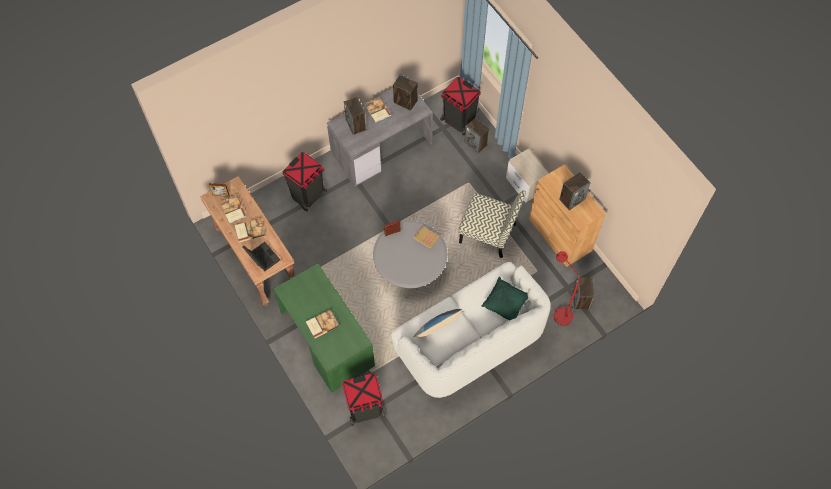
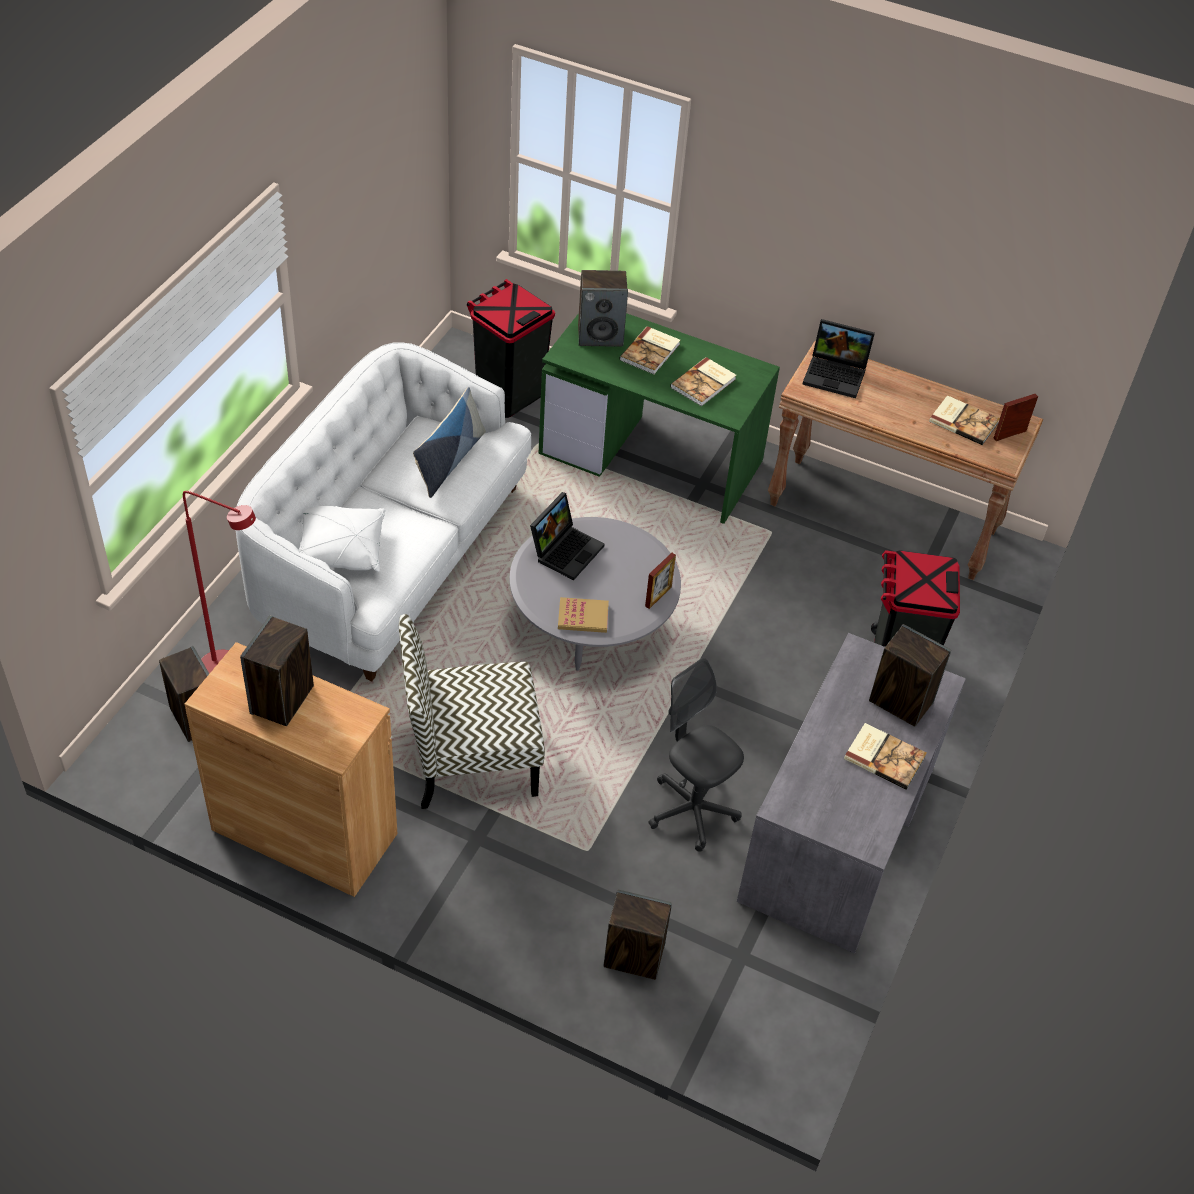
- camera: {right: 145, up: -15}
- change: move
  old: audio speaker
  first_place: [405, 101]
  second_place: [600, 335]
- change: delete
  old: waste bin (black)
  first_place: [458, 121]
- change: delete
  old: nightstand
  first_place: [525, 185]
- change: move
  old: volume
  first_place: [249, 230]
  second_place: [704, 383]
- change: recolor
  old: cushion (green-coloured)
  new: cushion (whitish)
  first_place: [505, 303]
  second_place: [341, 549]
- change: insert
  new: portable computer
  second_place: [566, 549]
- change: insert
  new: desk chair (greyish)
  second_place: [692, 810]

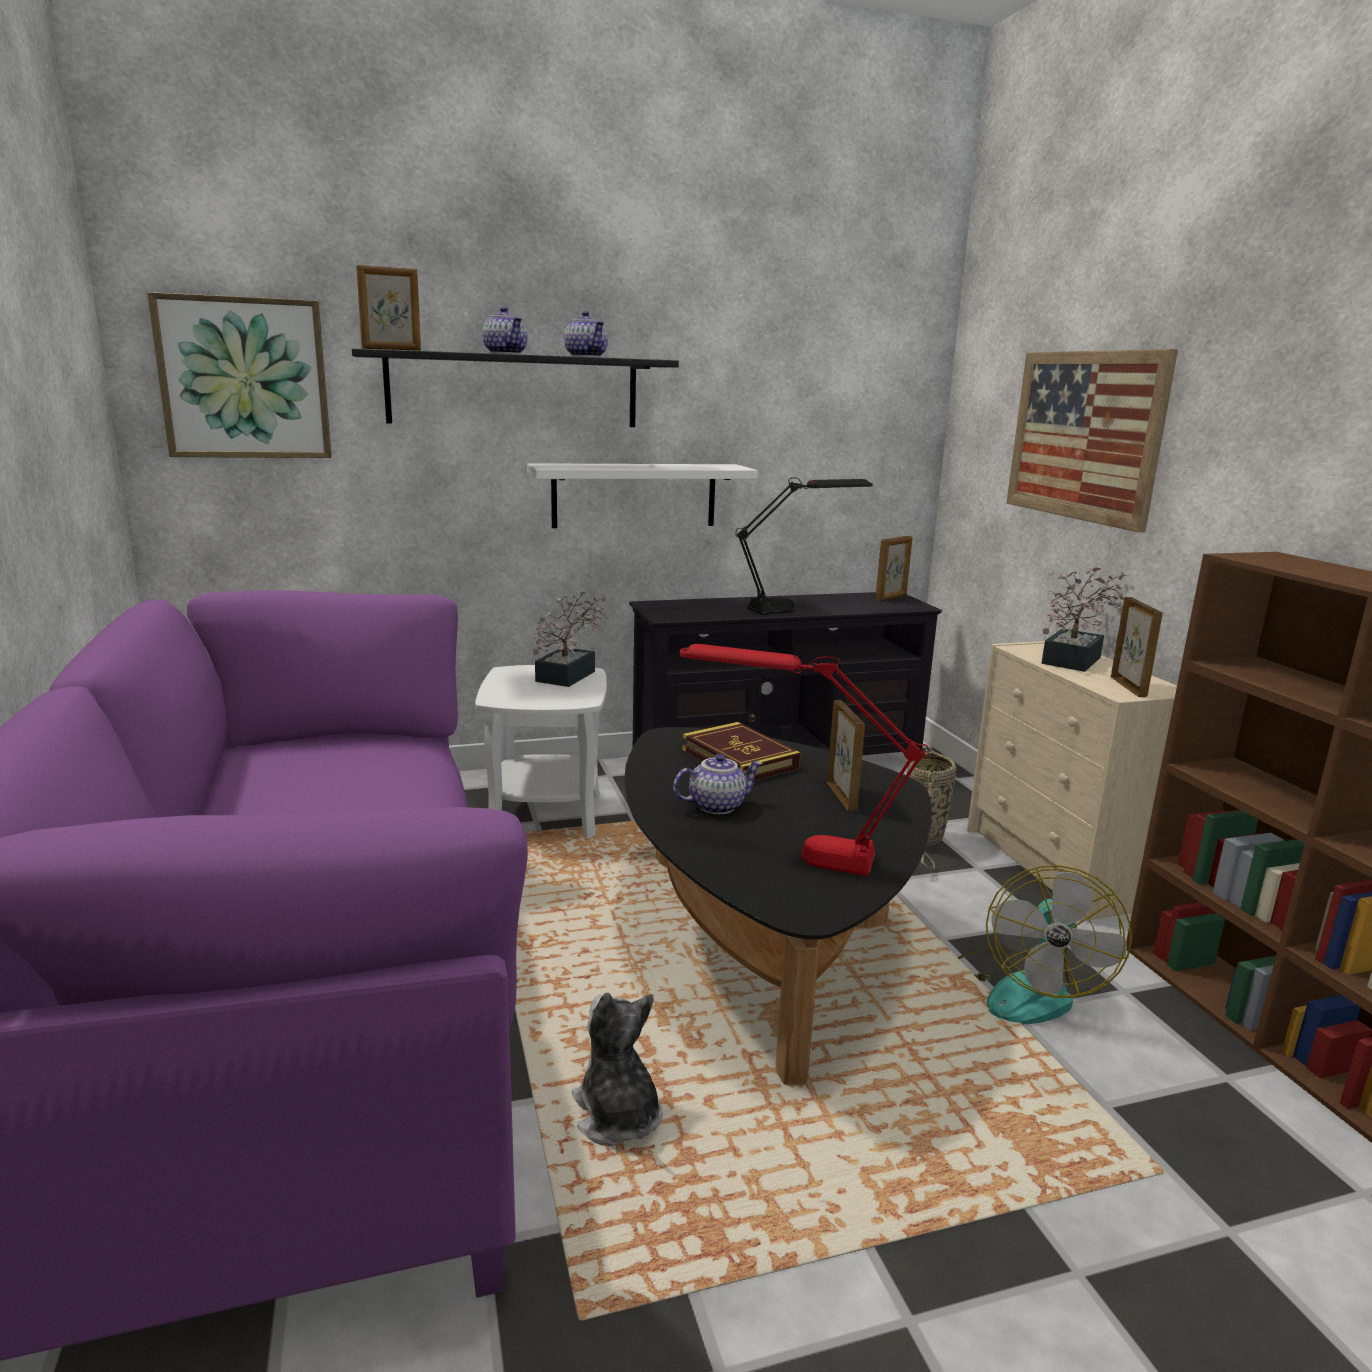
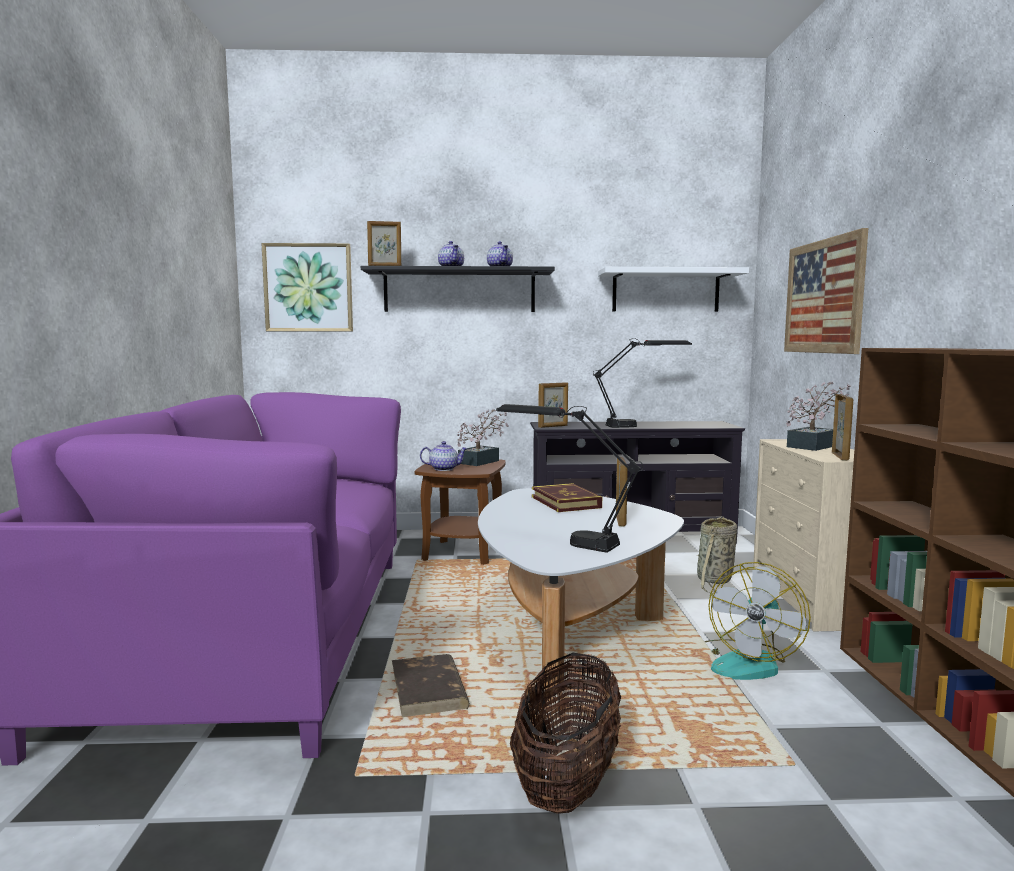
- camera: {right: 15, up: -10}
- change: move
  old: wall shelf (whitish)
  first_place: [634, 495]
  second_place: [665, 291]
- change: move
  old: picture frame
  first_place: [891, 598]
  second_place: [553, 426]
- change: recolor
  old: lamp for a table (reddish)
  new: lamp for a table (black)
  first_place: [790, 851]
  second_place: [564, 539]
- change: recolor
  old: accent table (whitish)
  new: accent table (brown)
  first_place: [545, 815]
  second_place: [462, 552]
- change: recolor
  old: lounge table (black)
  new: lounge table (whitish)
  first_place: [760, 943]
  second_place: [568, 622]
- change: move
  old: tea pot
  first_place: [717, 805]
  second_place: [444, 469]
- change: replace
  old: plush toy
  new: volume (brown)
  first_place: [617, 1115]
  second_place: [428, 691]
- change: insert
  new: basket
  second_place: [567, 781]

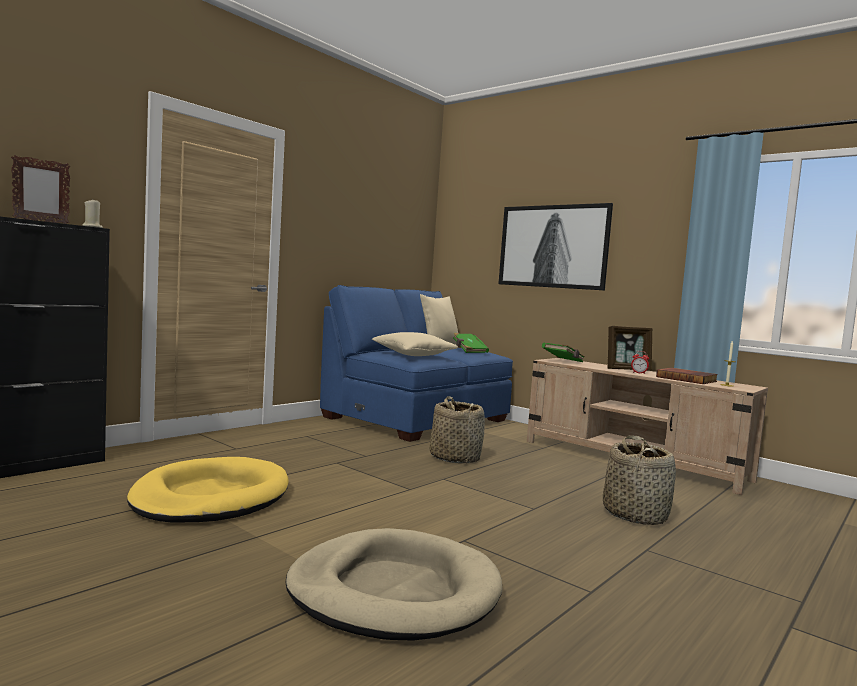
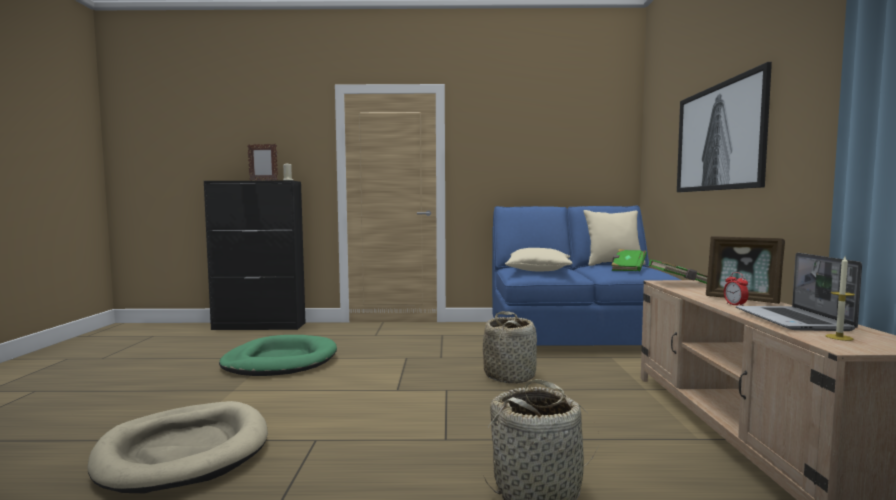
- camera: {right: 50, up: 0}
- change: replace
  old: volume
  new: portable computer
  first_place: [687, 379]
  second_place: [793, 320]
- change: recolor
  old: dog cushion (yellow)
  new: dog cushion (green-coloured)
  first_place: [211, 497]
  second_place: [280, 361]

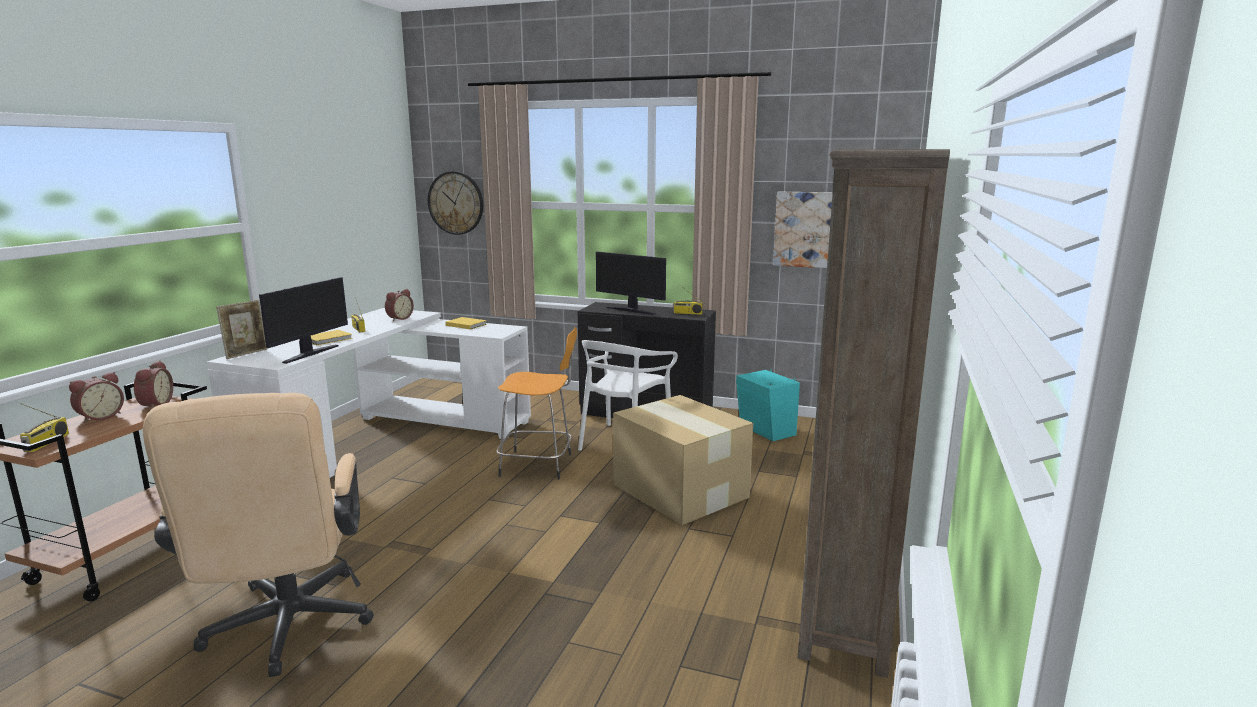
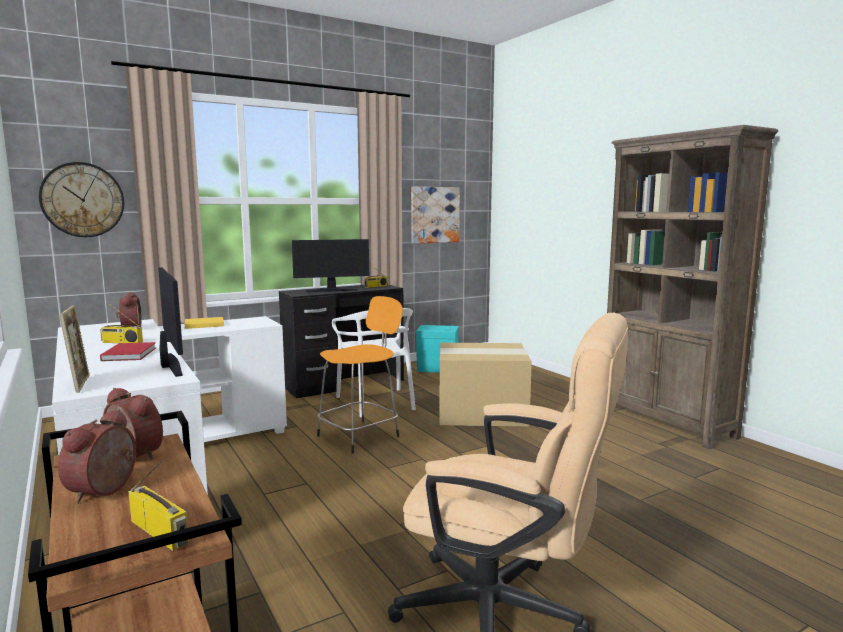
- camera: {right: -50, up: -5}
- change: recolor
  old: volume (yellow)
  new: volume (reddish)
  first_place: [329, 339]
  second_place: [131, 354]
- change: rotate
  old: alarm clock
  first_place: [100, 417]
  second_place: [106, 491]
  degrees: -150

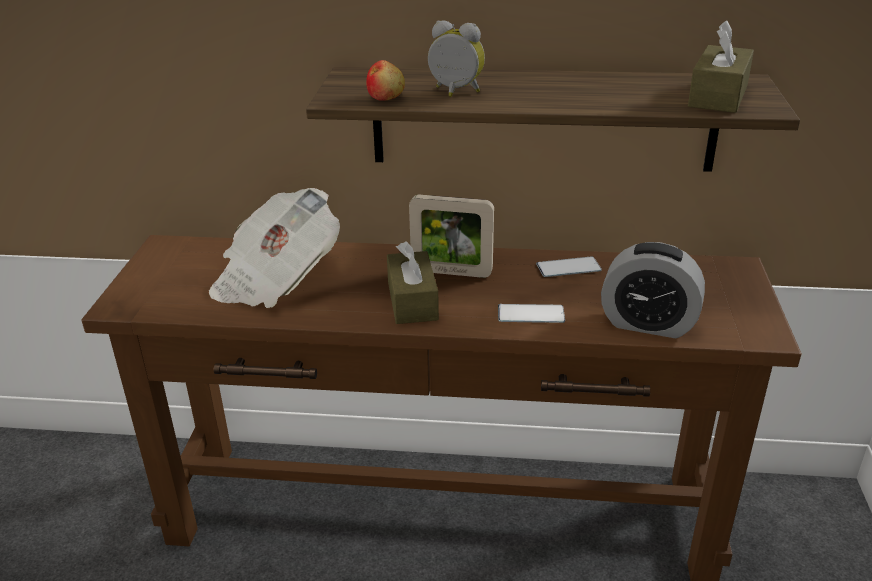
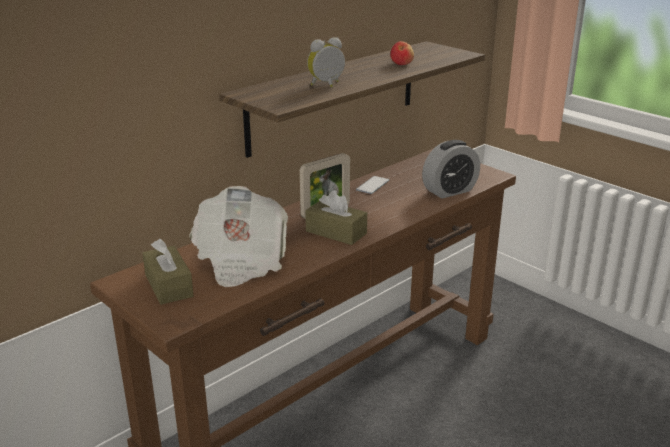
- camera: {right: -50, up: -5}
- change: move
  old: box of tissues (brown)
  first_place: [718, 96]
  second_place: [168, 285]
- change: move
  old: apple
  first_place: [386, 98]
  second_place: [402, 63]
- change: delete
  old: telephone
  first_place: [531, 314]

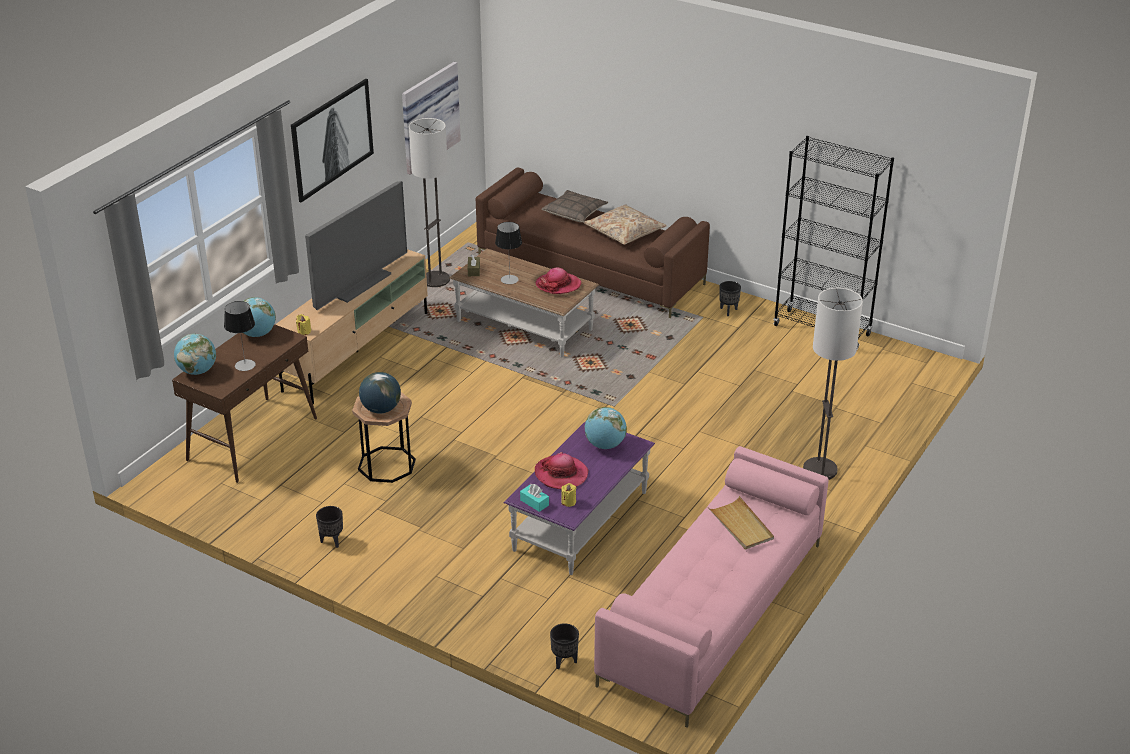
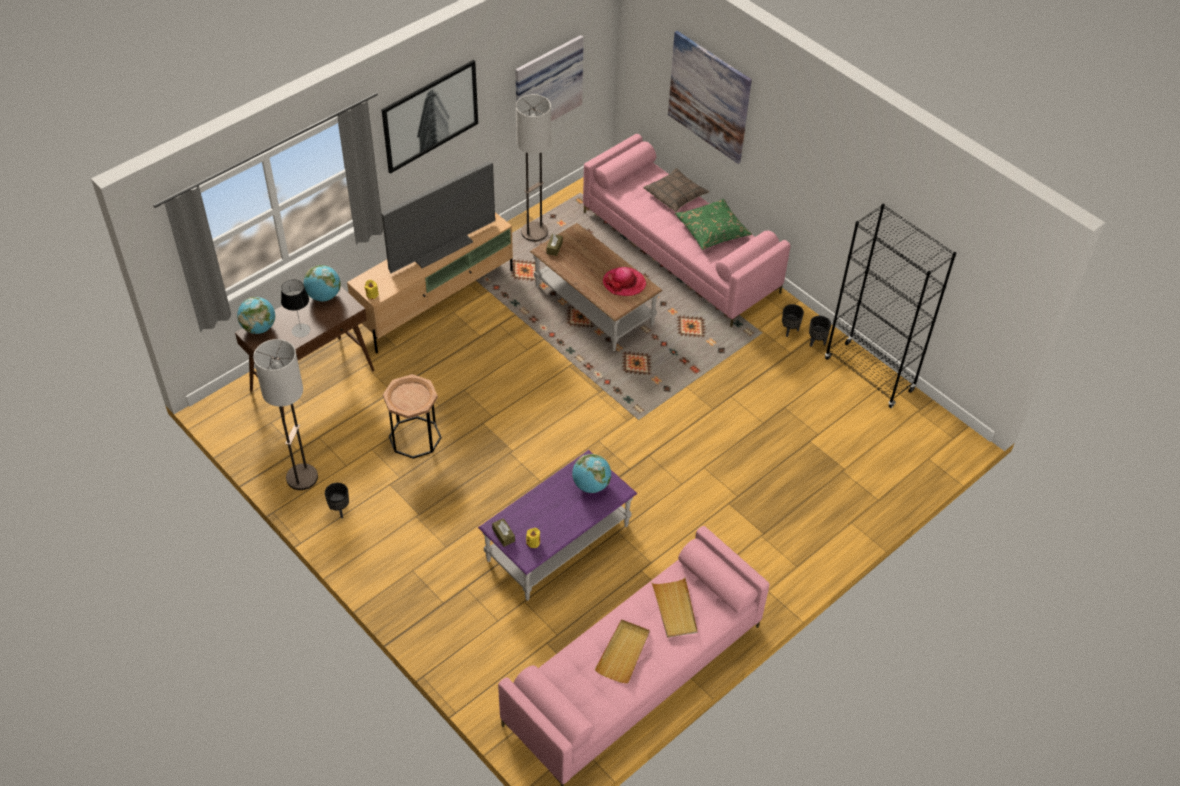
- camera: {right: 15, up: 15}
- change: recolor
  old: sofa (brown)
  new: sofa (pink-coloured)
  first_place: [591, 270]
  second_place: [681, 252]
- change: recolor
  old: cushion (beige)
  new: cushion (green-coloured)
  first_place: [624, 232]
  second_place: [712, 230]
- change: delete
  old: lamp for a table
  first_place: [509, 279]
- change: move
  old: standard lamp
  first_place: [820, 470]
  second_place: [302, 477]
- change: delete
  old: globe
  first_place: [381, 409]
- change: delete
  old: wearable hat
  first_place: [561, 474]
- change: recolor
  old: box of tissues (blue-green)
  new: box of tissues (brown)
  first_place: [534, 502]
  second_place: [503, 535]
- change: move
  old: flower pot (black)
  first_place: [564, 661]
  second_place: [816, 342]
- change: insert
  new: wall picture
  second_place: [709, 97]
- change: insert
  new: serving tray (beige)
  second_place: [623, 652]

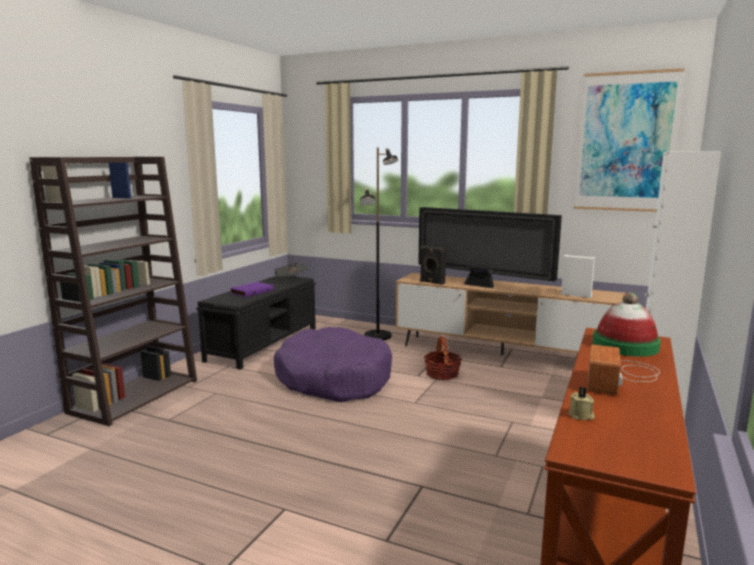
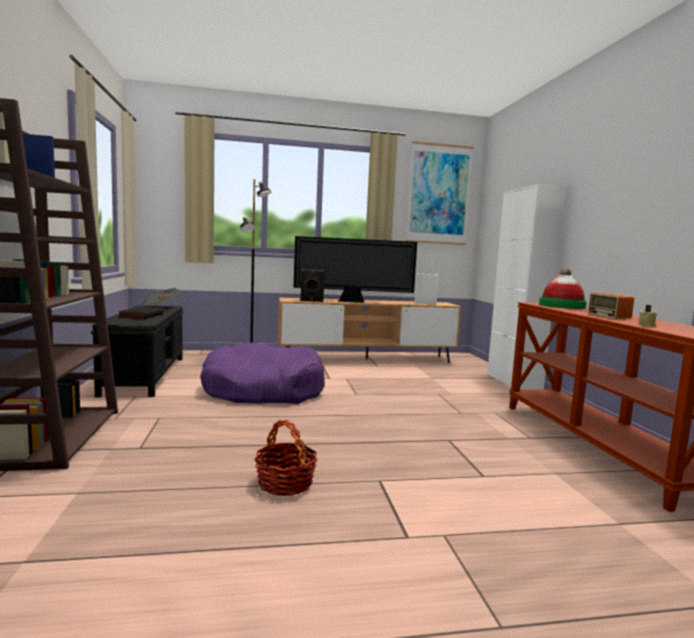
- camera: {right: -35, up: -5}
- change: recolor
  old: volume (purple-coloured)
  new: volume (black)
  first_place: [251, 291]
  second_place: [140, 315]
- change: move
  old: basket
  first_place: [442, 374]
  second_place: [285, 483]

